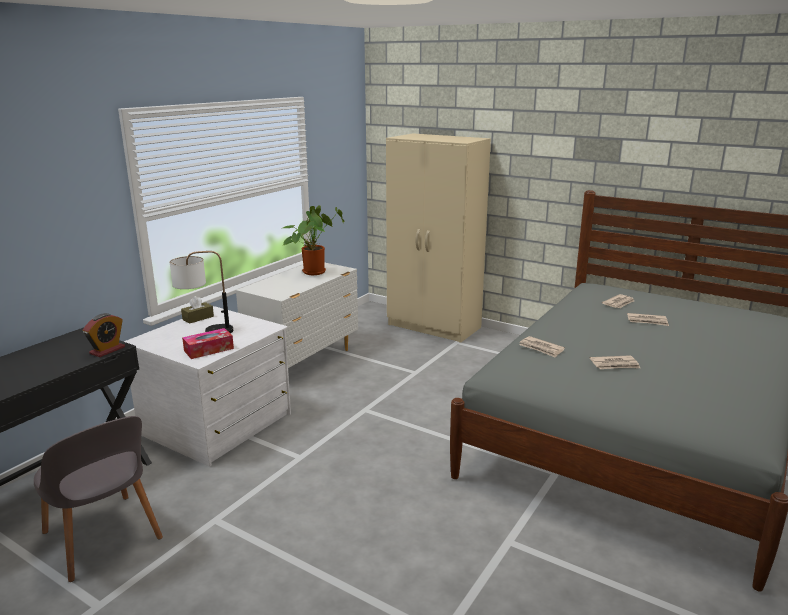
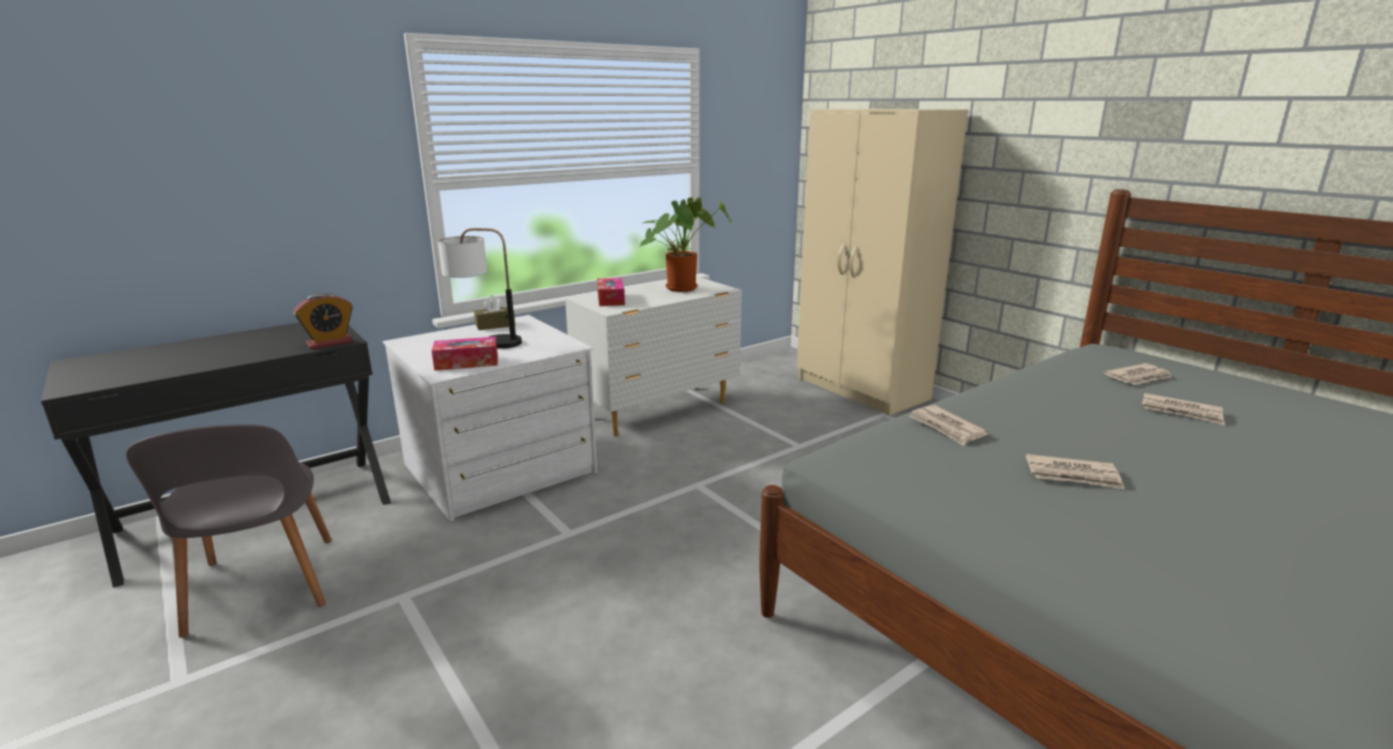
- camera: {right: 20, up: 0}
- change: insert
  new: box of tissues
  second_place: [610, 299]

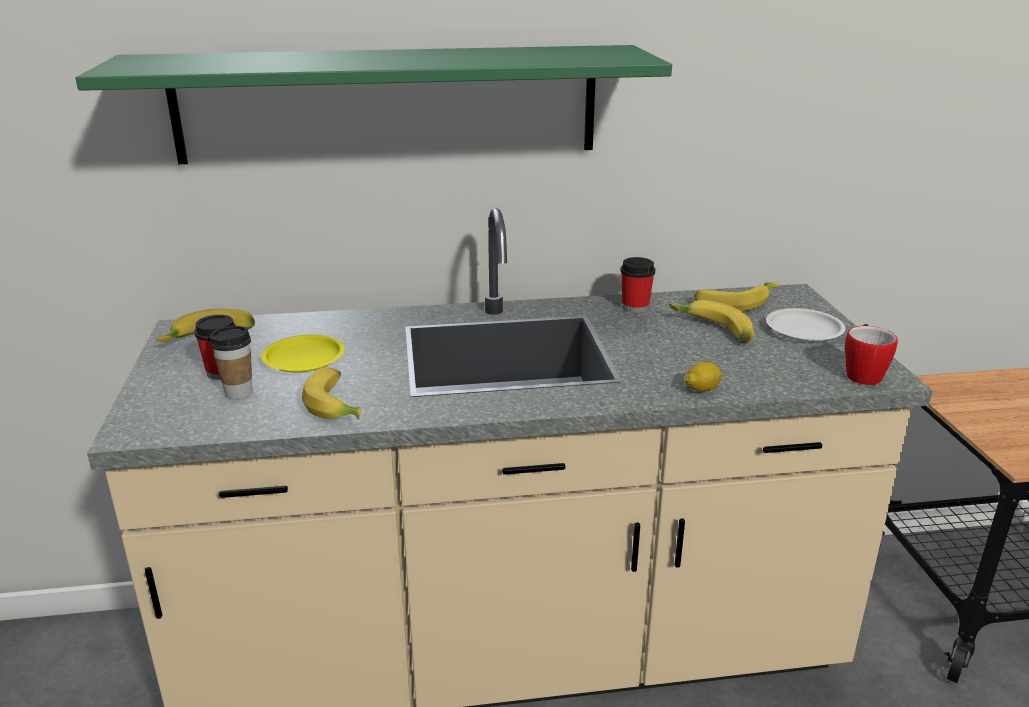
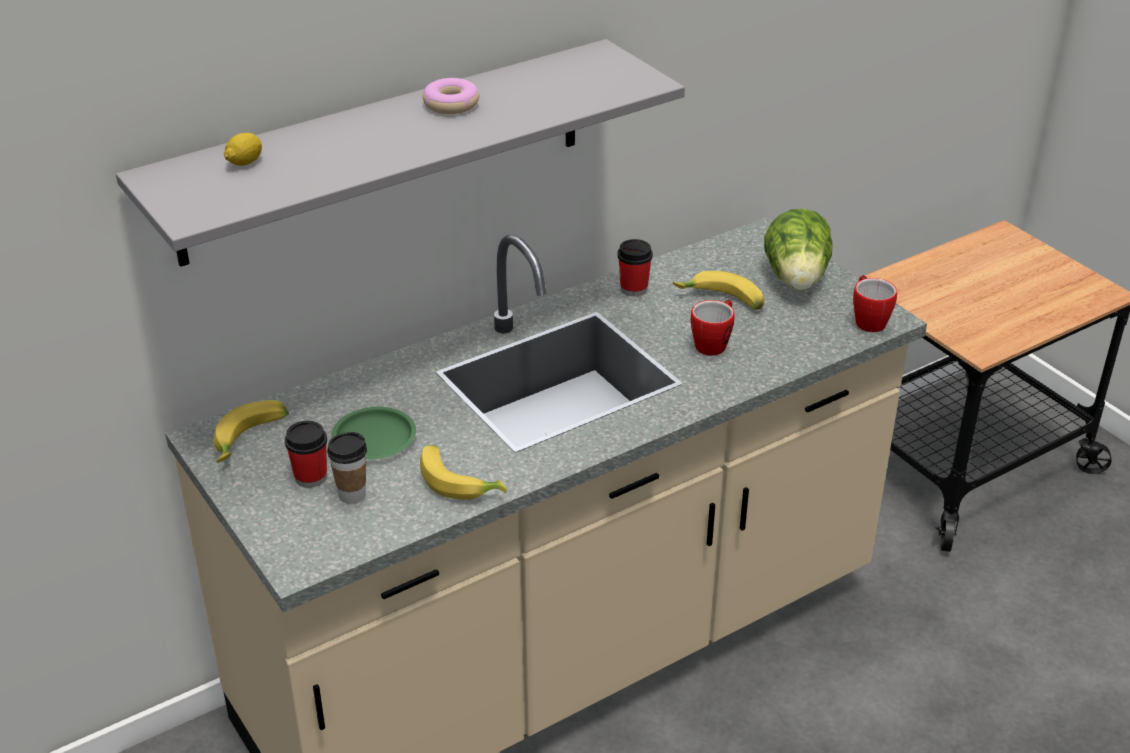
- camera: {right: -25, up: 10}
- change: recolor
  old: wall shelf (green-coloured)
  new: wall shelf (greyish)
  first_place: [388, 104]
  second_place: [384, 151]
- change: delete
  old: whole banana
  first_place: [734, 303]
- change: replace
  old: dinner plate (whitish)
  new: lettuce
  first_place: [804, 330]
  second_place: [797, 280]
- change: recolor
  old: dinner plate (yellow)
  new: dinner plate (green-coloured)
  first_place: [304, 359]
  second_place: [375, 439]
- change: move
  old: whole lemon
  first_place: [702, 389]
  second_place: [245, 162]
- change: insert
  new: donut
  second_place: [451, 104]
- change: insert
  new: coffee mug
  second_place: [714, 343]

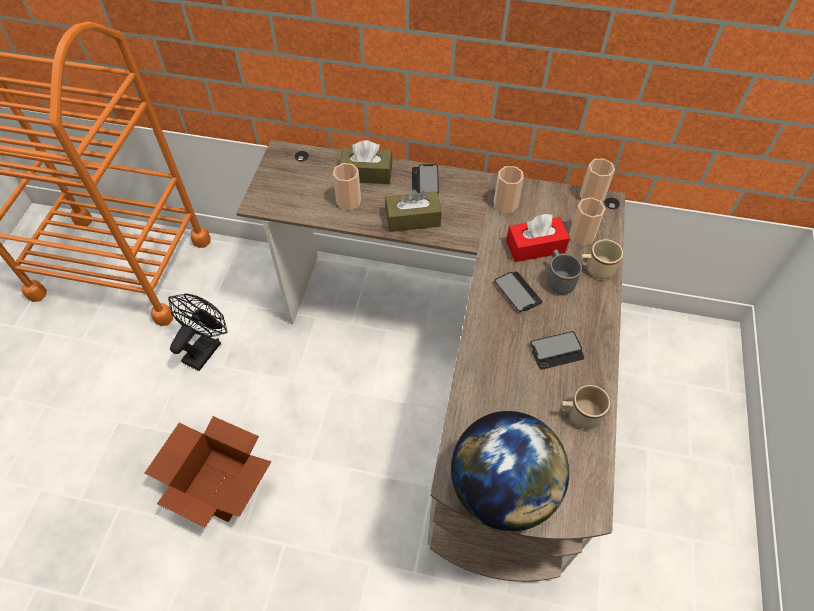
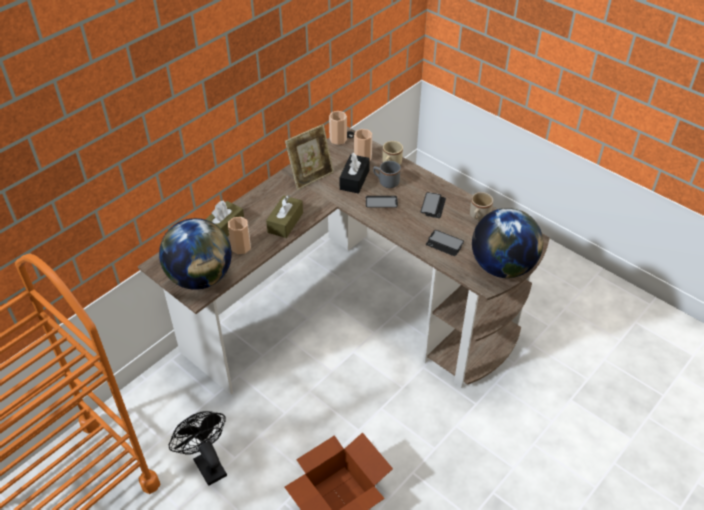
- camera: {right: -60, up: -10}
- change: move
  old: telephone
  first_place: [425, 181]
  second_place: [444, 244]
- change: replace
  old: cup
  new: picture frame
  first_place: [505, 204]
  second_place: [311, 176]
- change: recolor
  old: box of tissues (reddish)
  new: box of tissues (black)
  first_place: [535, 246]
  second_place: [354, 180]
- change: insert
  new: globe
  second_place: [200, 278]

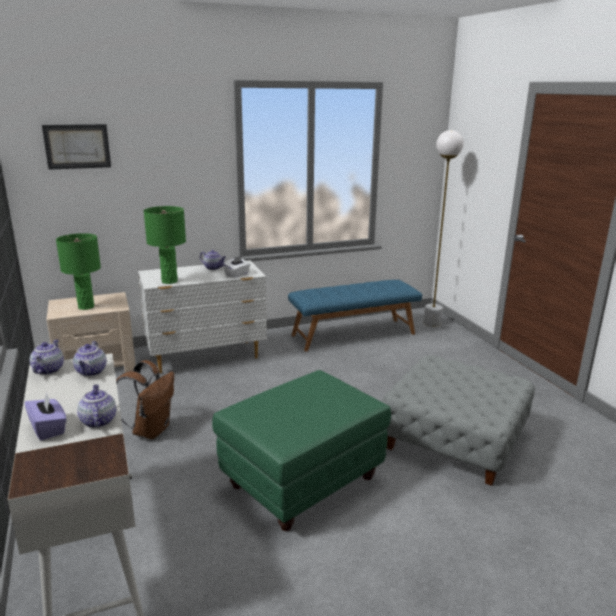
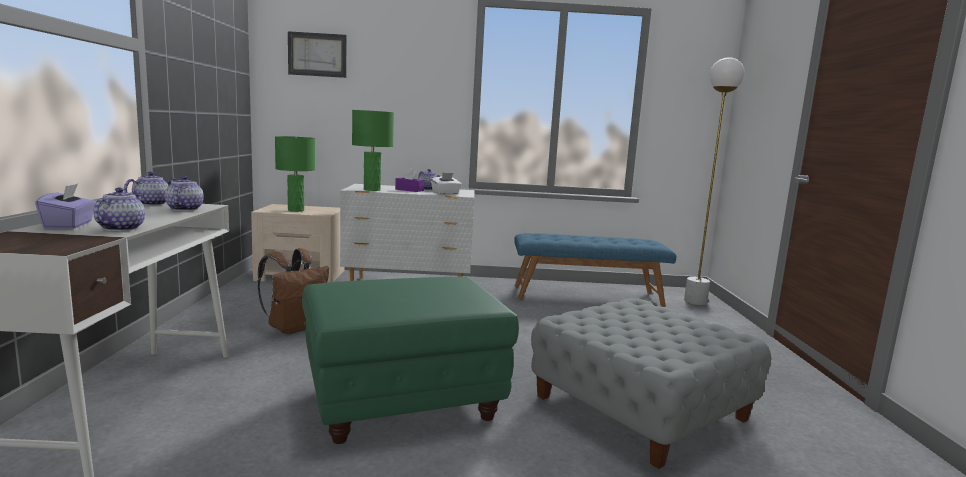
- camera: {right: 20, up: -10}
- change: rotate
  old: tea pot
  first_place: [91, 372]
  second_place: [184, 209]
  degrees: 150
- change: insert
  new: box of tissues (purple-coloured)
  second_place: [409, 190]

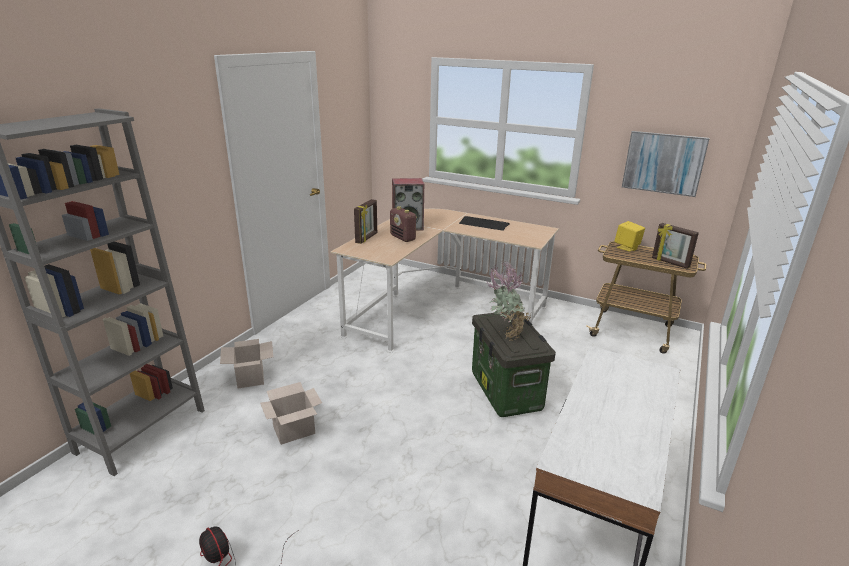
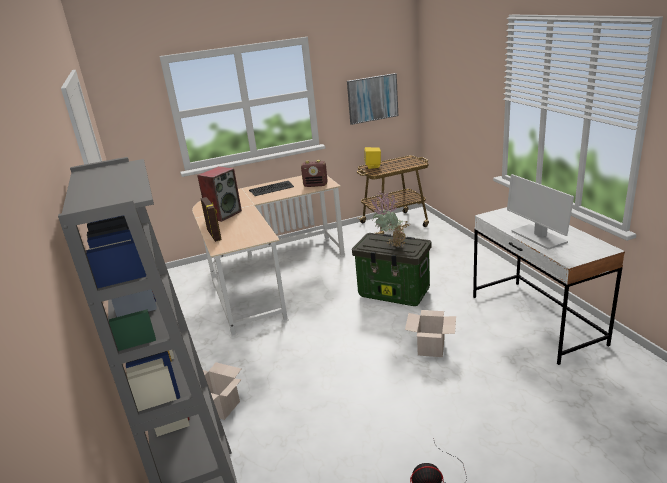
- camera: {right: -45, up: 0}
- change: move
  old: radio receiver
  first_place: [403, 238]
  second_place: [316, 185]
- change: delete
  old: picture frame
  first_place: [670, 263]
- change: move
  old: packing box
  first_place: [293, 431]
  second_place: [431, 348]
- change: insert
  new: computer screen
  second_place: [538, 237]

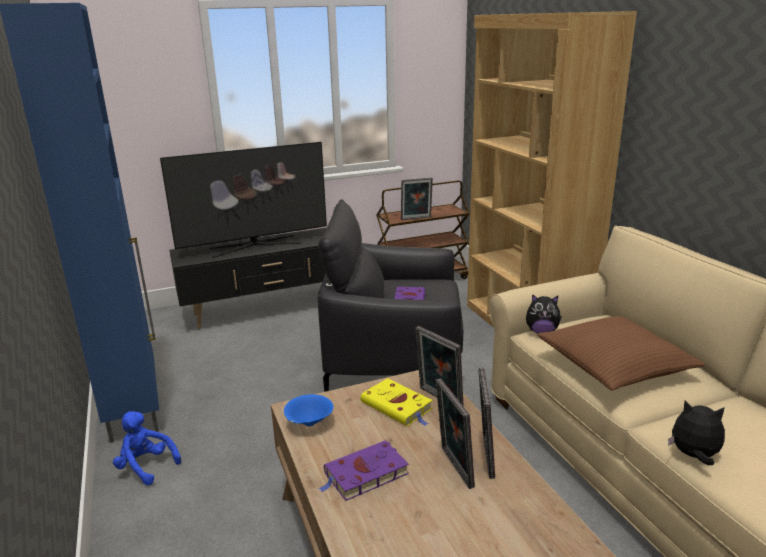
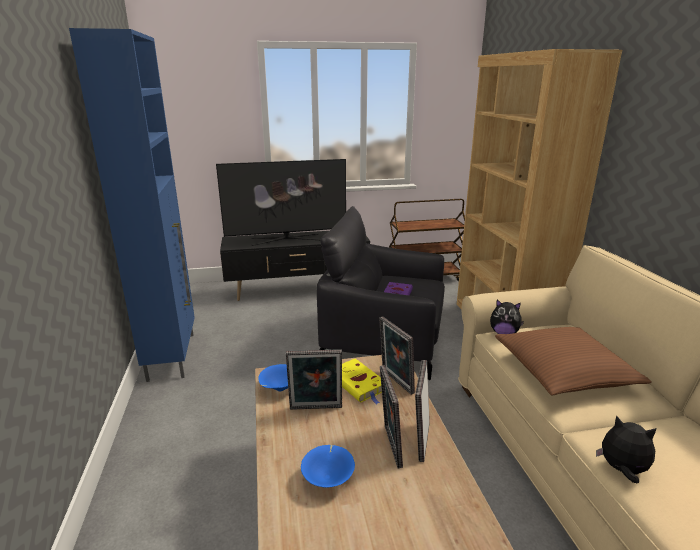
- camera: {right: 10, up: 0}
- change: move
  old: picture frame
  first_place: [416, 219]
  second_place: [316, 409]
- change: delete
  old: plush toy (blue-coloured)
  first_place: [146, 466]
- change: delete
  old: volume (purple-coloured)
  first_place: [364, 475]
- change: insert
  new: serving bowl (blue-coloured)
  second_place: [328, 478]

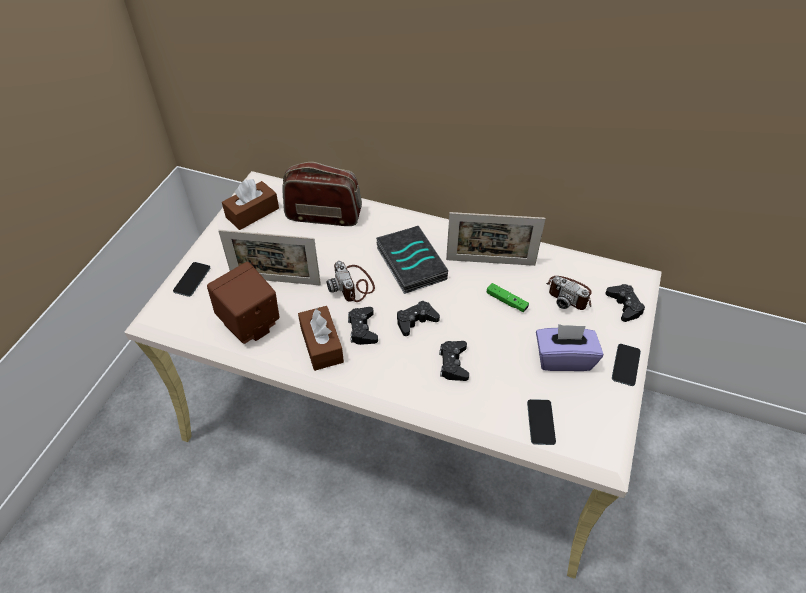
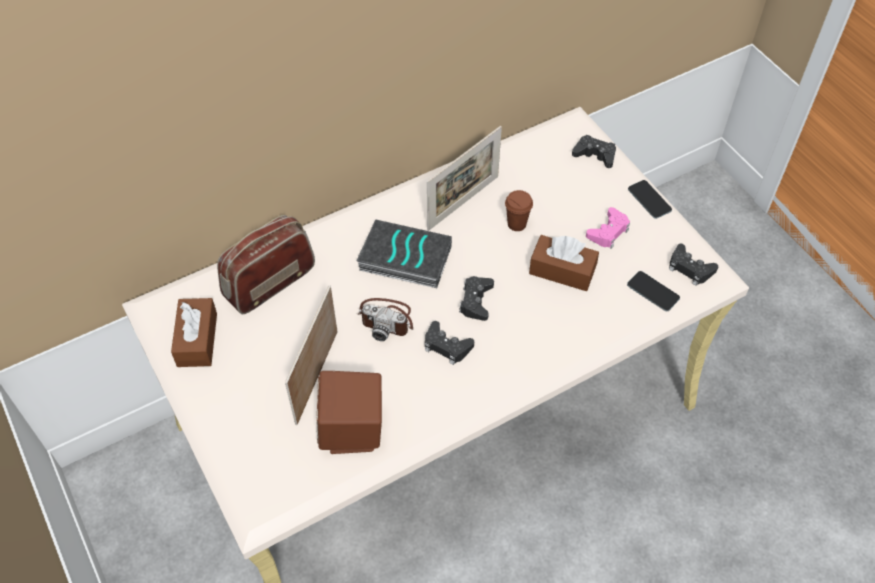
- camera: {right: -50, up: 5}
- change: rotate
  old: picture frame
  first_place: [276, 281]
  second_place: [317, 377]
  degrees: 150
- change: delete
  old: telephone
  first_place: [192, 279]
- change: delete
  old: photo camera
  first_place: [569, 294]
- change: replace
  old: joypad (green-coloured)
  new: cup (brown)
  first_place: [506, 301]
  second_place: [516, 224]
- change: move
  old: box of tissues (brown)
  first_place: [321, 345]
  second_place: [562, 270]
- change: replace
  old: box of tissues (purple-coloured)
  new: joypad (pink-coloured)
  first_place: [563, 358]
  second_place: [608, 232]
- change: move
  old: joypad (black)
  first_place: [453, 364]
  second_place: [690, 268]

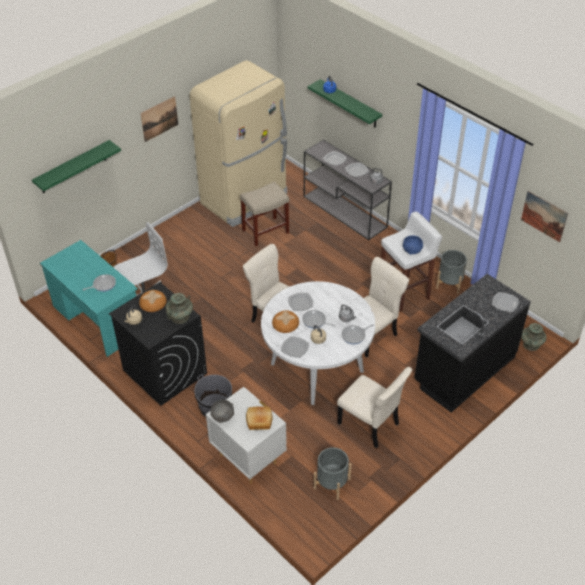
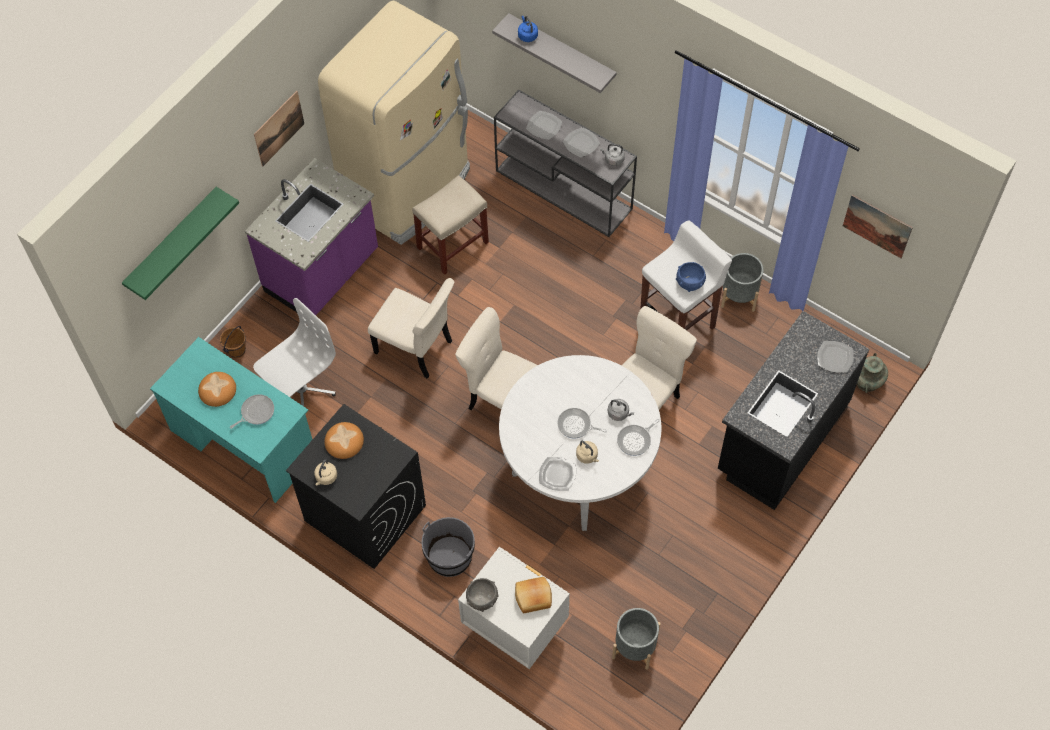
- camera: {right: -10, up: 15}
- change: recolor
  old: wall shelf (green-coloured)
  new: wall shelf (greyish)
  first_place: [350, 104]
  second_place: [561, 52]
- change: delete
  old: decorative vase (blue-green)
  first_place: [180, 317]
- change: delete
  old: dinner plate
  first_place: [300, 303]
- change: move
  old: baked bread
  first_place: [285, 323]
  second_place: [217, 390]
- change: move
  old: chair (beige)
  first_place: [370, 425]
  second_place: [416, 348]
- change: insert
  new: kitchen base unit (purple-coloured)
  second_place: [323, 273]

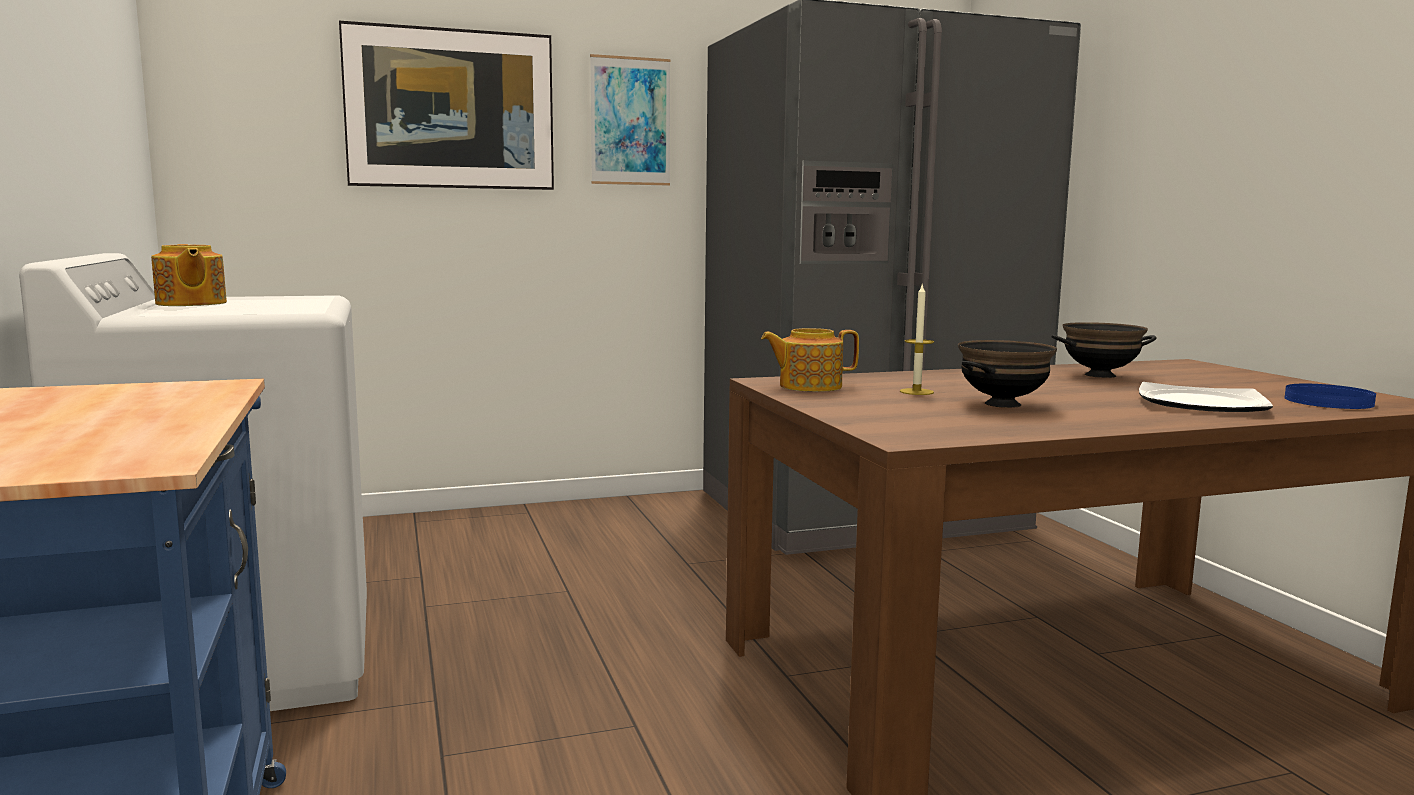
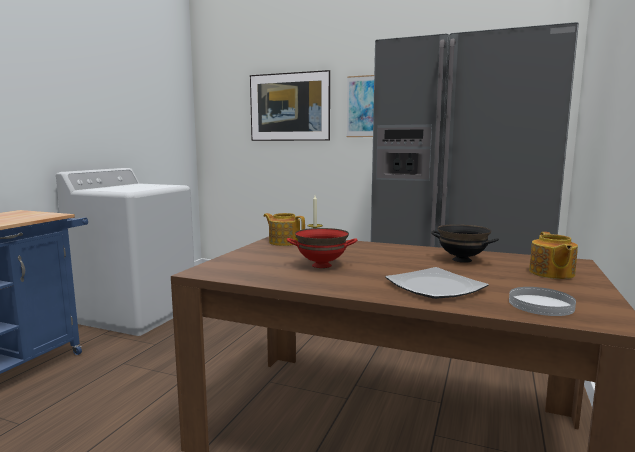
- camera: {right: 40, up: 0}
- change: move
  old: tea pot
  first_place: [190, 303]
  second_place: [551, 273]
- change: recolor
  old: serving bowl (black)
  new: serving bowl (reddish)
  first_place: [1002, 404]
  second_place: [322, 265]
- change: recolor
  old: dinner plate (blue-coloured)
  new: dinner plate (whitish)
  first_place: [1329, 401]
  second_place: [541, 305]

